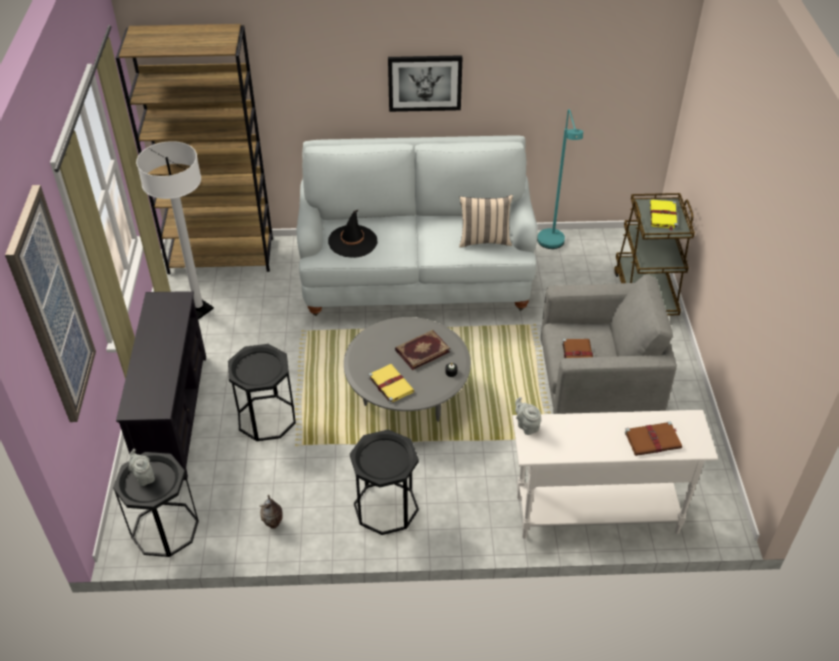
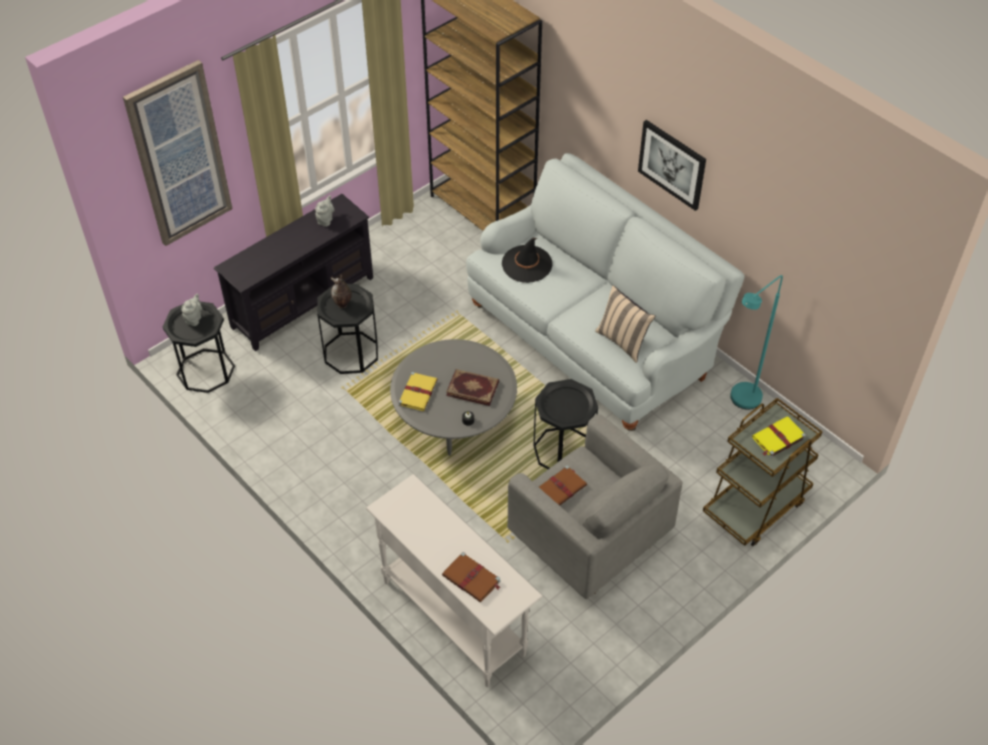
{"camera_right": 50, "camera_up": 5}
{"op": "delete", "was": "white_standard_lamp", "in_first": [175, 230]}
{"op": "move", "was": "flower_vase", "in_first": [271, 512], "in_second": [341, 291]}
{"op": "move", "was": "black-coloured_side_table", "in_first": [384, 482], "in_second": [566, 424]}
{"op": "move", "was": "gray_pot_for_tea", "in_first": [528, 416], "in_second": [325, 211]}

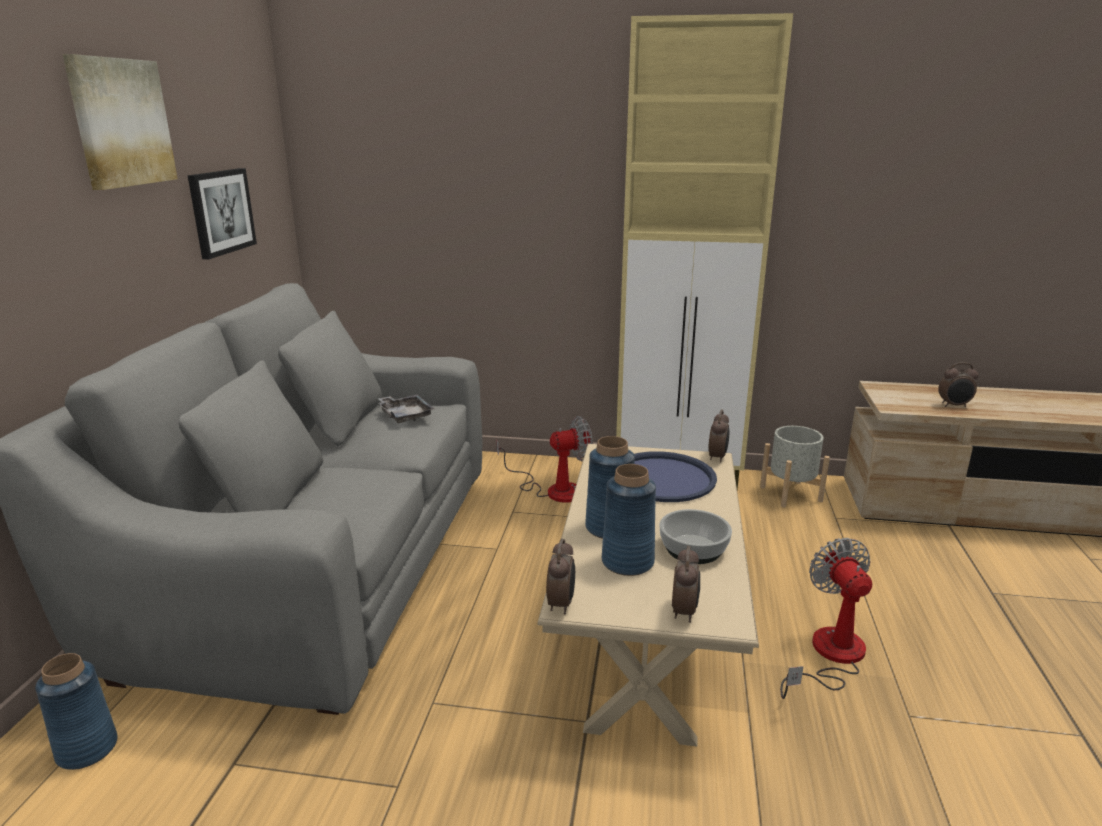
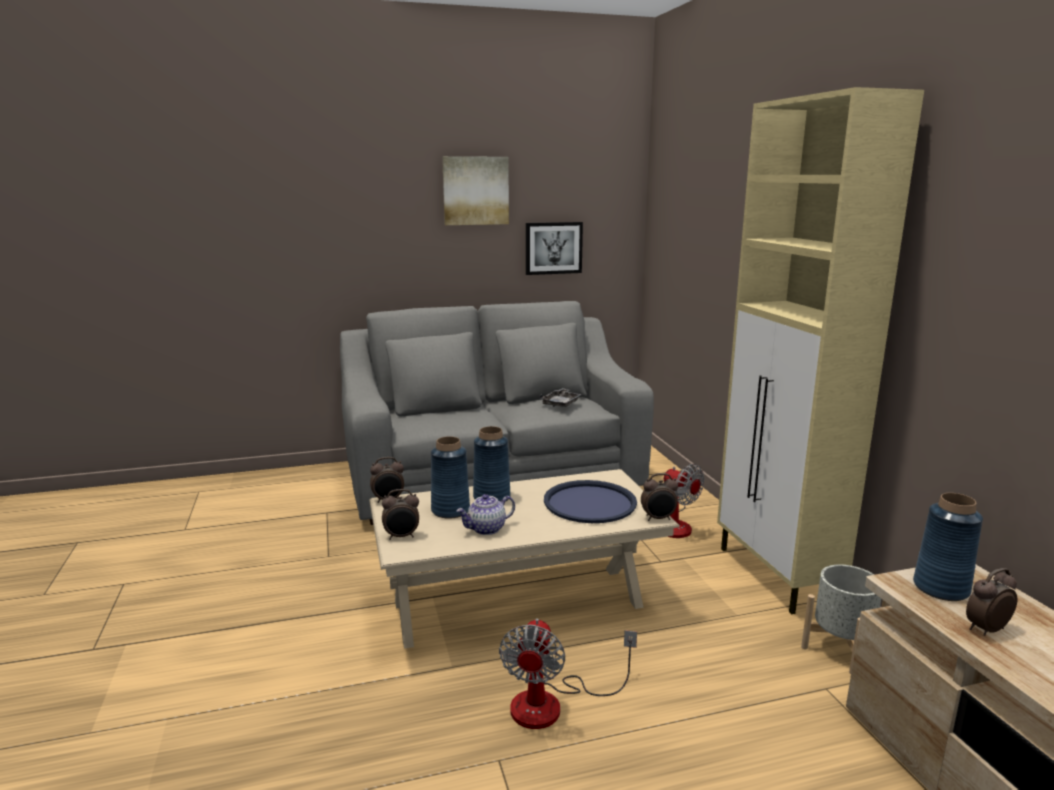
{"camera_right": 65, "camera_up": -5}
{"op": "move", "was": "bluish_flower_vase", "in_first": [76, 711], "in_second": [948, 547]}
{"op": "replace", "was": "bowl", "now": "pot_for_tea", "in_first": [695, 536], "in_second": [485, 514]}
{"op": "rotate", "was": "electric_fan", "in_first": [826, 618], "in_second": [568, 673], "clockwise": 135}
{"op": "rotate", "was": "table_clock", "in_first": [958, 385], "in_second": [991, 602], "clockwise": 90}

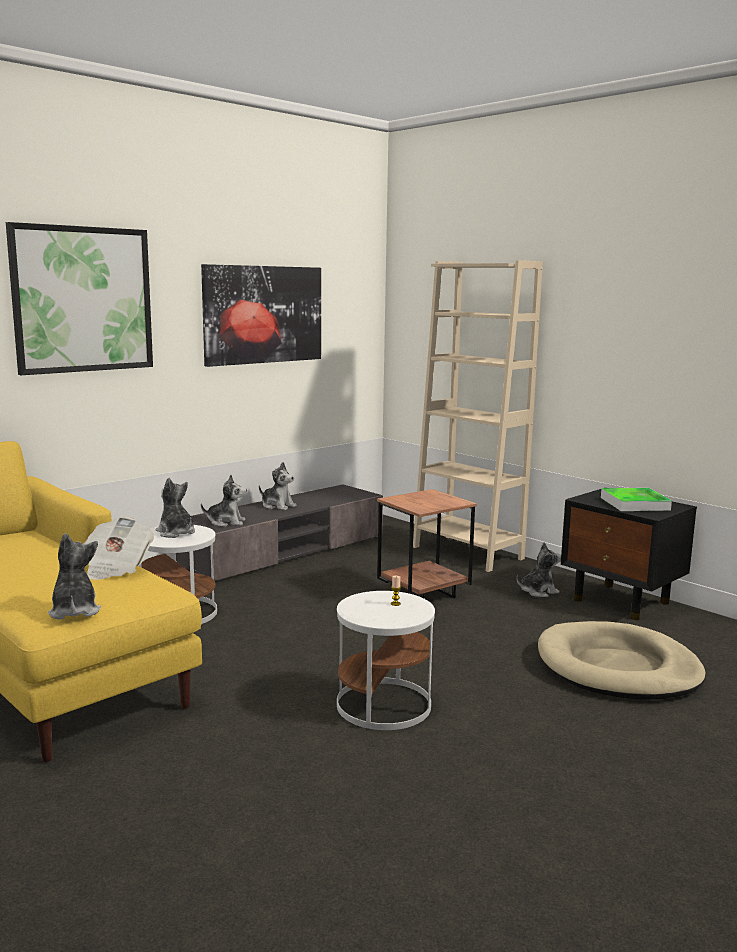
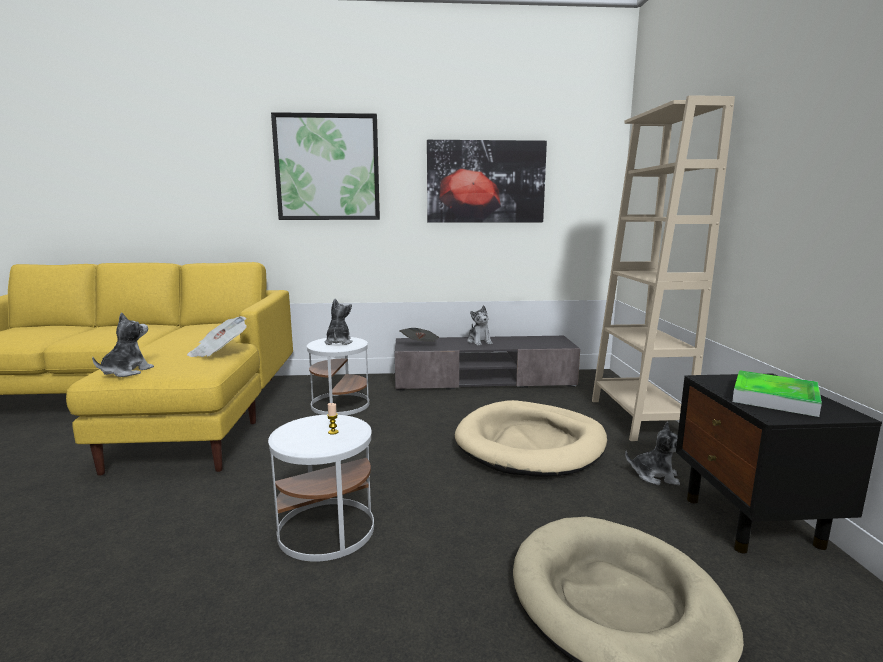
{"camera_right": 40, "camera_up": 0}
{"op": "replace", "was": "plush_toy", "now": "daily_paper", "in_first": [224, 501], "in_second": [419, 335]}
{"op": "replace", "was": "brown-coloured_side_table", "now": "sand-coloured_dog_bed", "in_first": [427, 544], "in_second": [531, 438]}

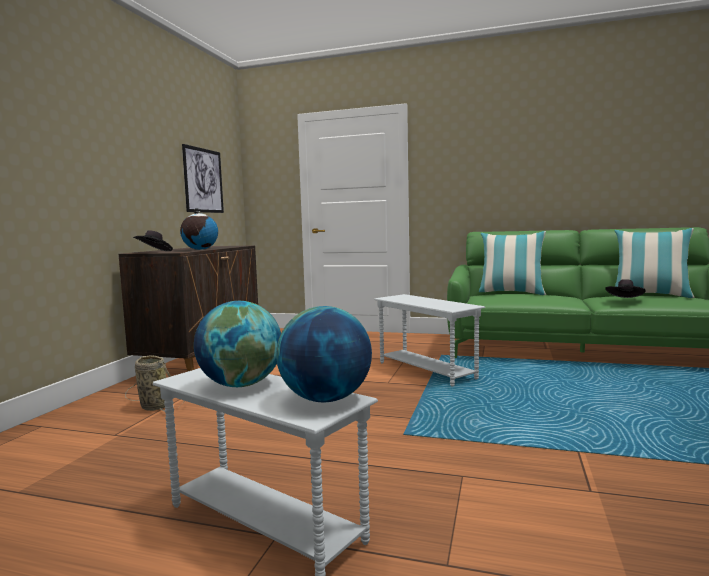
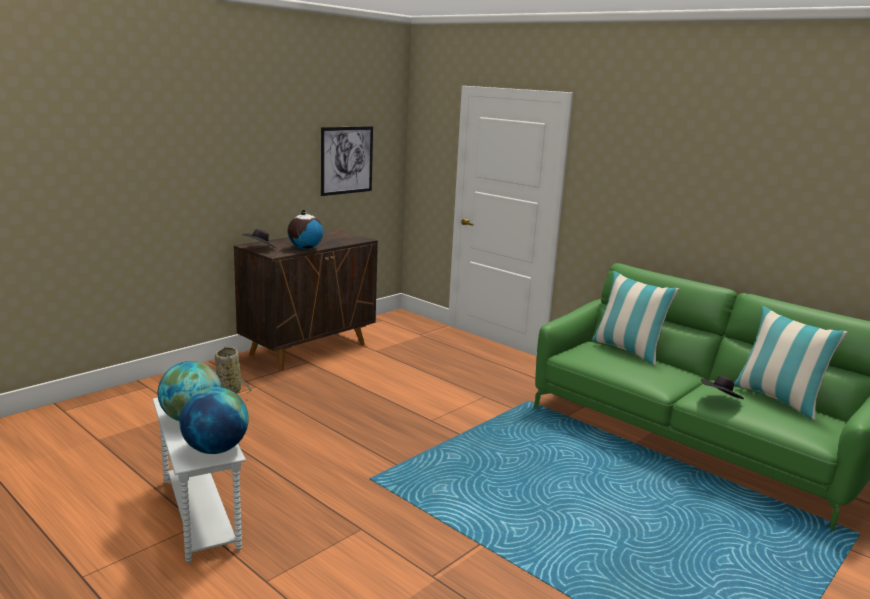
{"camera_right": 25, "camera_up": 10}
{"op": "delete", "was": "white_side_table", "in_first": [429, 340]}

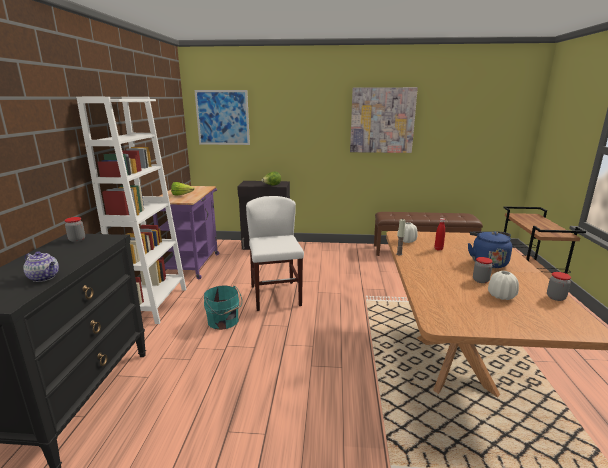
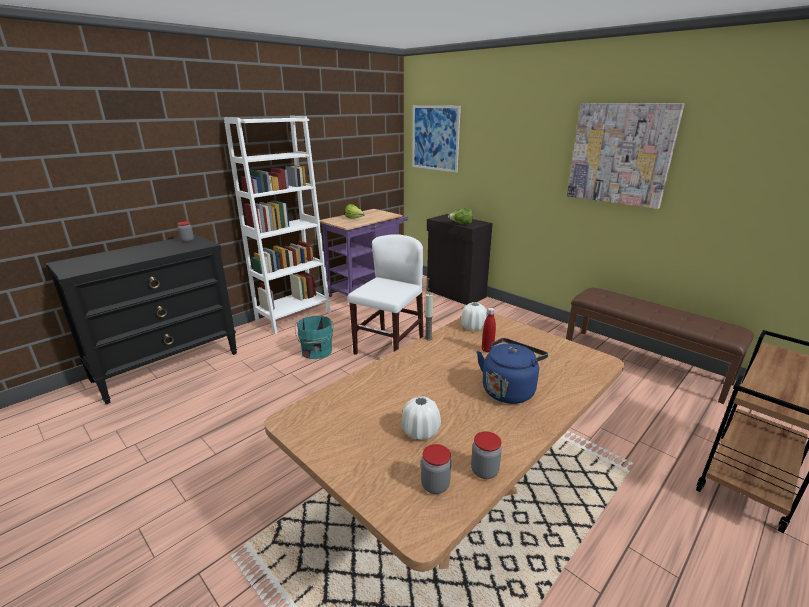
{"camera_right": 40, "camera_up": 5}
{"op": "delete", "was": "pot_for_tea", "in_first": [41, 266]}
{"op": "move", "was": "jar", "in_first": [483, 270], "in_second": [436, 469]}

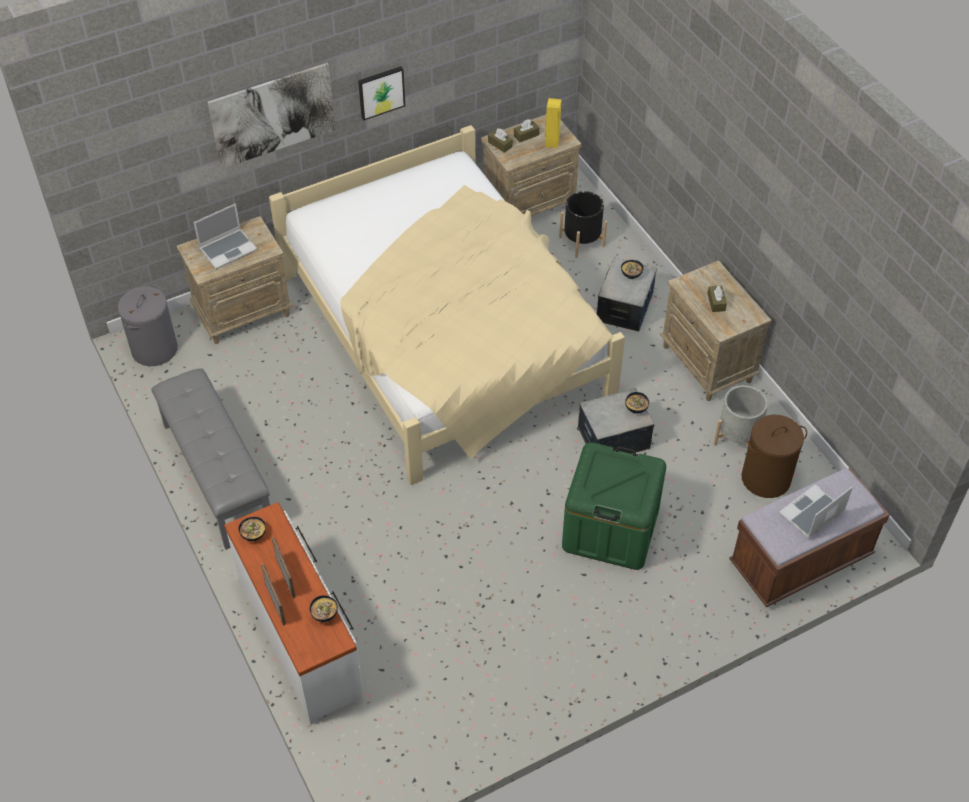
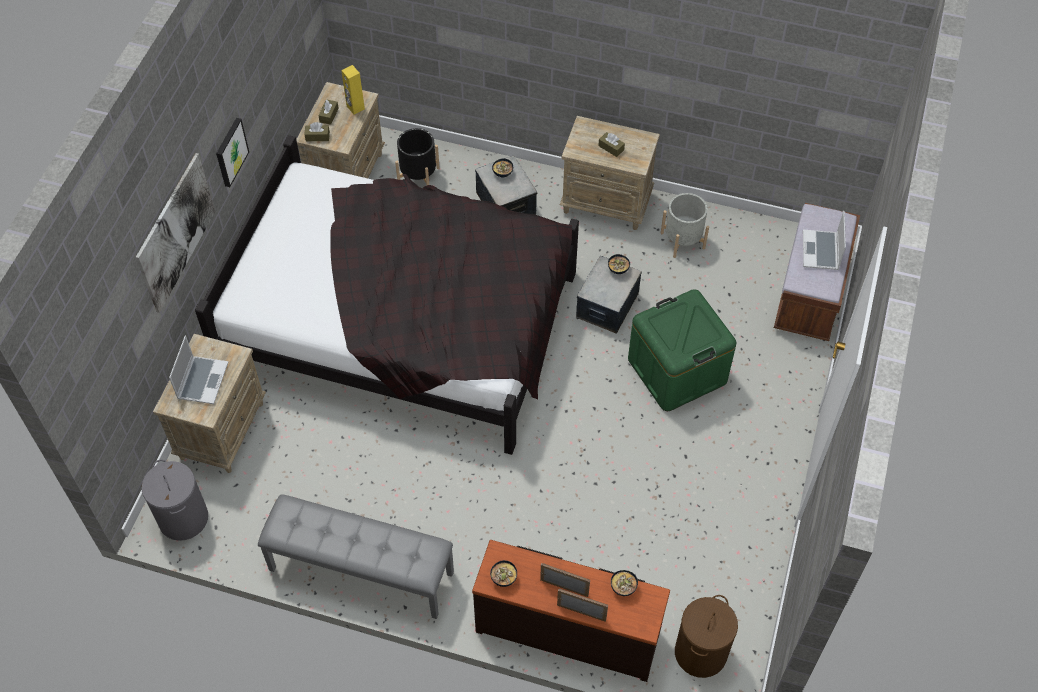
{"camera_right": -45, "camera_up": 5}
{"op": "recolor", "was": "white_dresser", "now": "brown-coloured_dresser", "in_first": [293, 613], "in_second": [571, 611]}
{"op": "recolor", "was": "sand-coloured_bedroom_bed", "now": "black-coloured_bedroom_bed", "in_first": [447, 305], "in_second": [387, 295]}
{"op": "move", "was": "brown-coloured_hamper", "in_first": [774, 456], "in_second": [706, 636]}

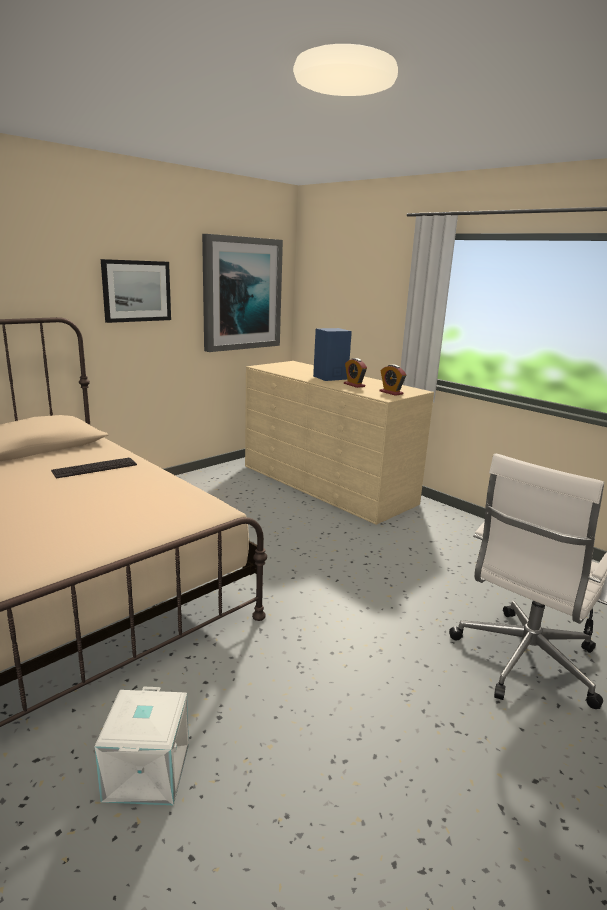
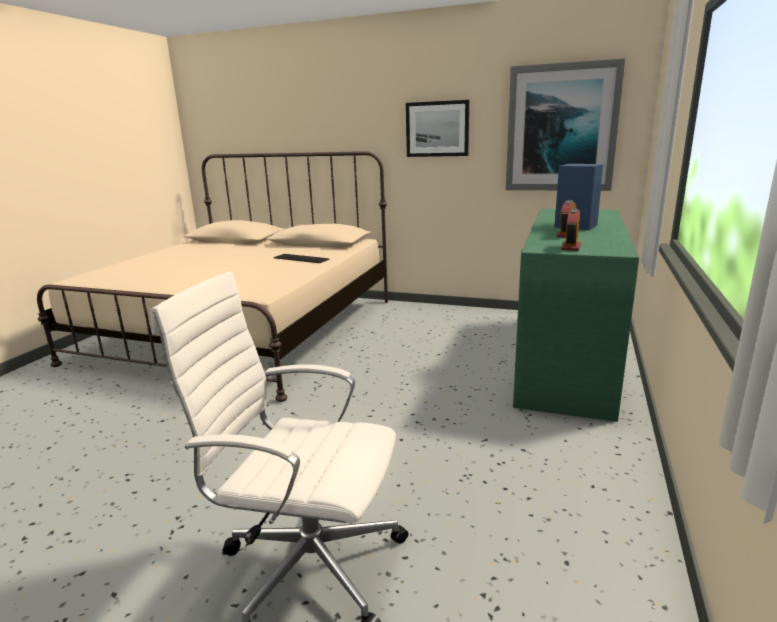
{"camera_right": 65, "camera_up": 0}
{"op": "delete", "was": "white_storage_bin", "in_first": [141, 746]}
{"op": "recolor", "was": "sand-coloured_dresser", "now": "greenish_dresser", "in_first": [339, 443], "in_second": [576, 315]}

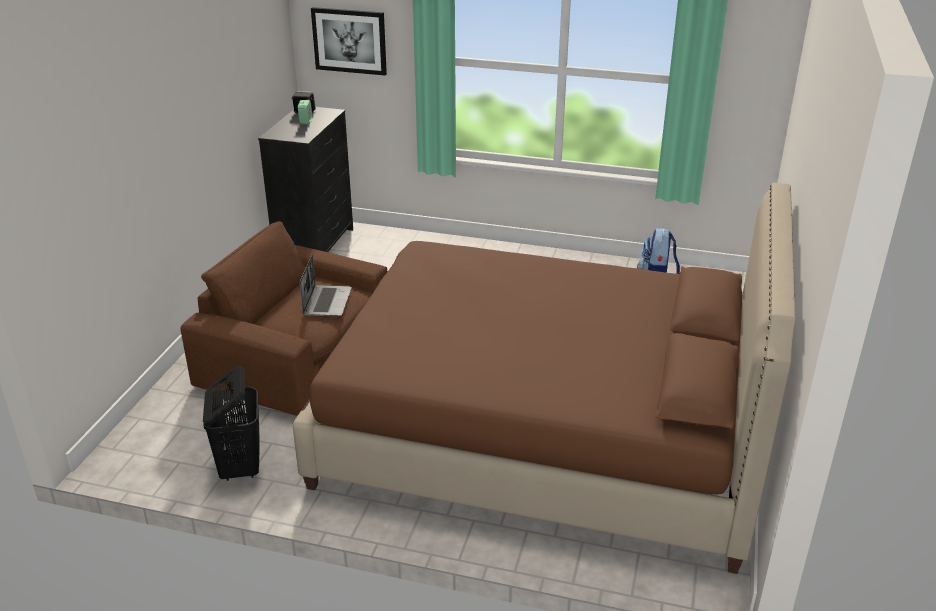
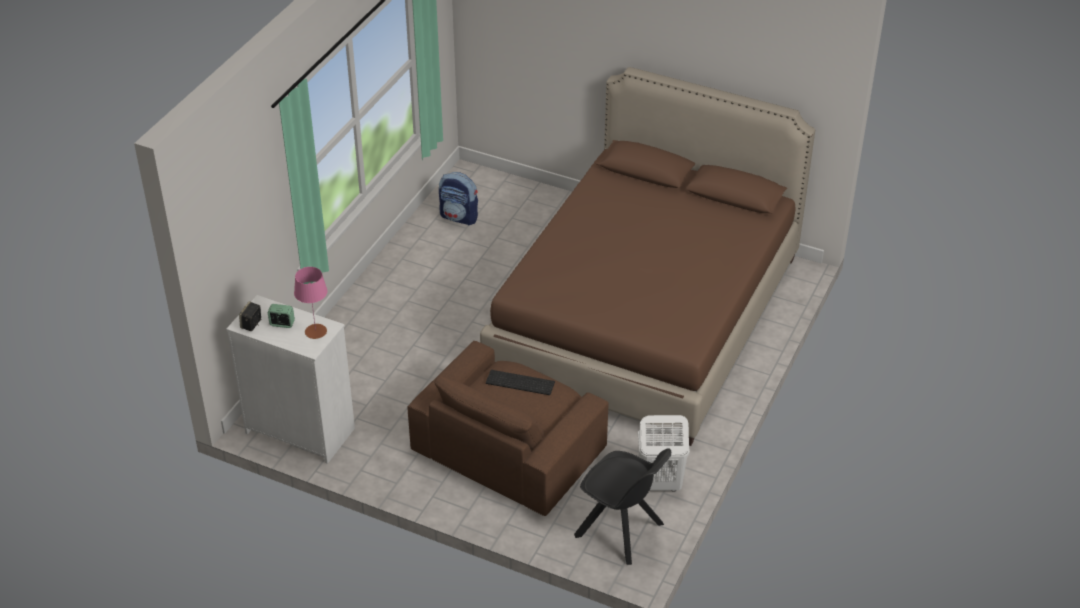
{"camera_right": -80, "camera_up": 10}
{"op": "recolor", "was": "black-coloured_hamper", "now": "white_hamper", "in_first": [231, 423], "in_second": [664, 453]}
{"op": "recolor", "was": "black-coloured_dresser", "now": "white_dresser", "in_first": [305, 179], "in_second": [290, 379]}
{"op": "replace", "was": "laptop", "now": "keyboard", "in_first": [326, 286], "in_second": [520, 382]}
{"op": "delete", "was": "wall_art", "in_first": [349, 41]}
{"op": "insert", "now": "pink-coloured_lamp_for_a_table", "in_second": [311, 303]}
{"op": "insert", "now": "black-coloured_plain_chair", "in_second": [622, 507]}

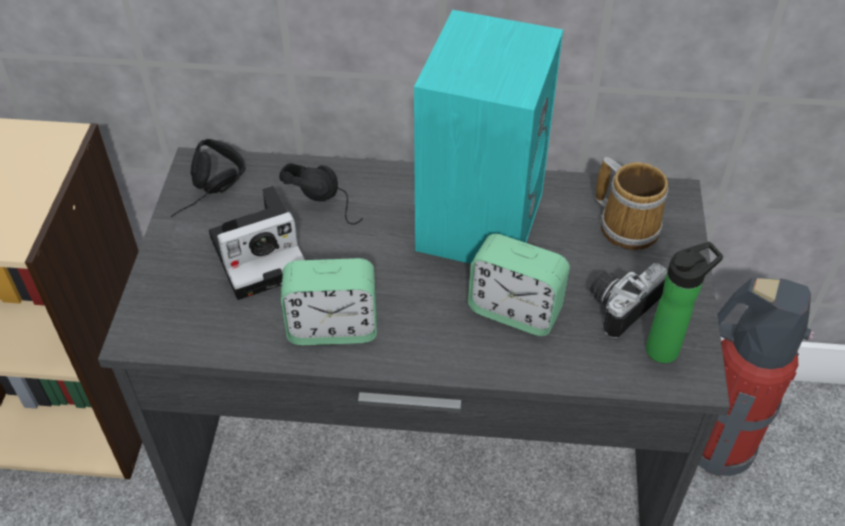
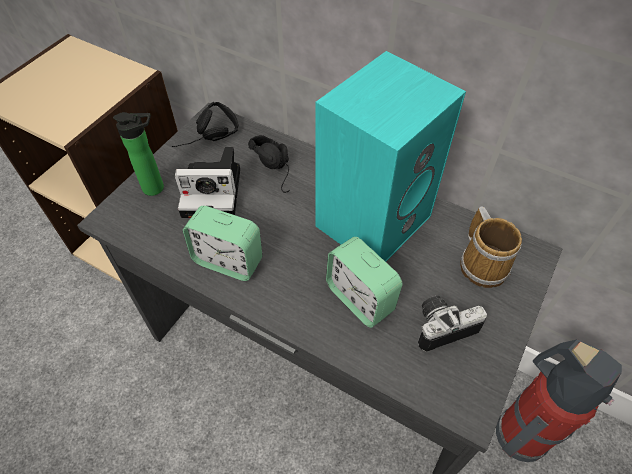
{"camera_right": 25, "camera_up": 5}
{"op": "move", "was": "bottle", "in_first": [684, 302], "in_second": [138, 154]}

